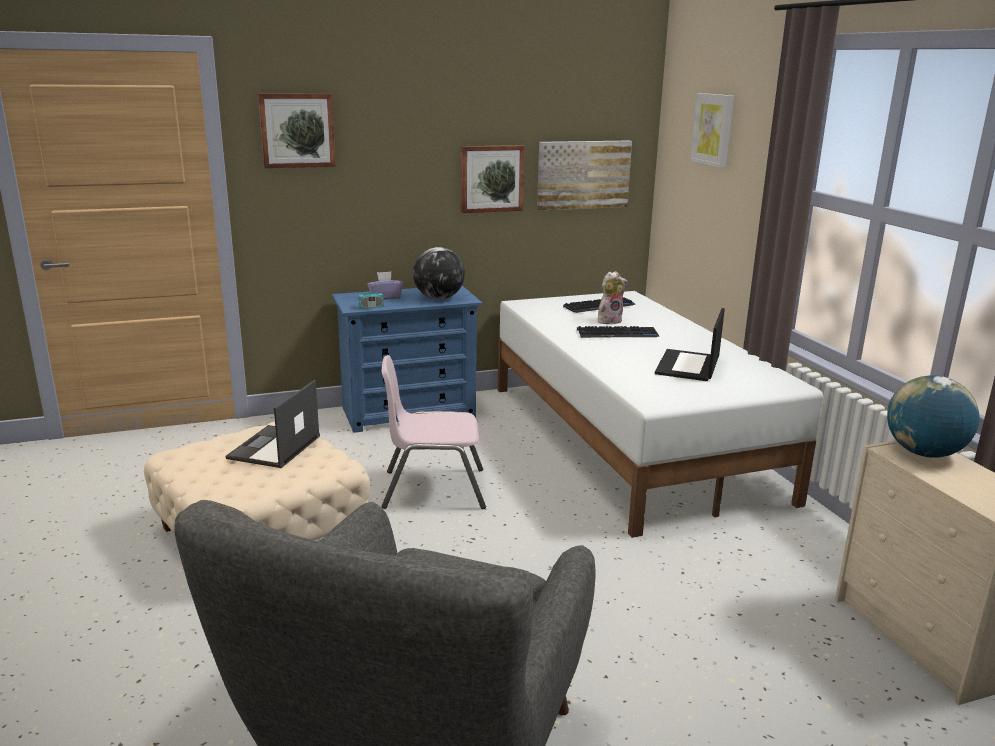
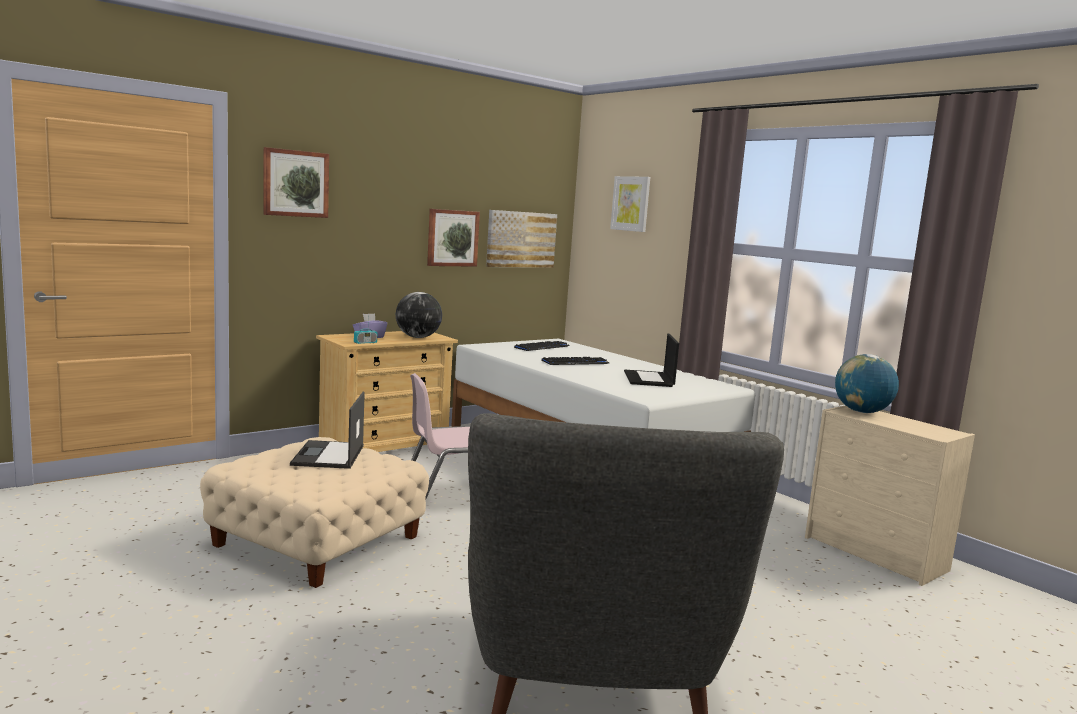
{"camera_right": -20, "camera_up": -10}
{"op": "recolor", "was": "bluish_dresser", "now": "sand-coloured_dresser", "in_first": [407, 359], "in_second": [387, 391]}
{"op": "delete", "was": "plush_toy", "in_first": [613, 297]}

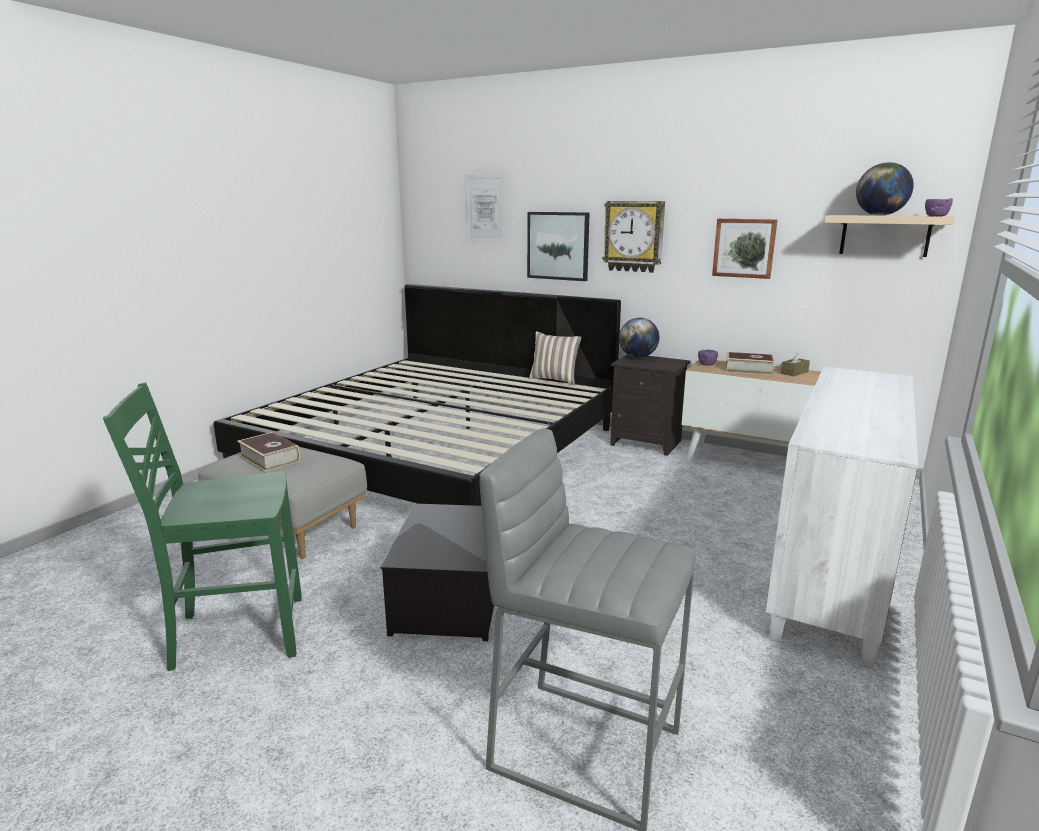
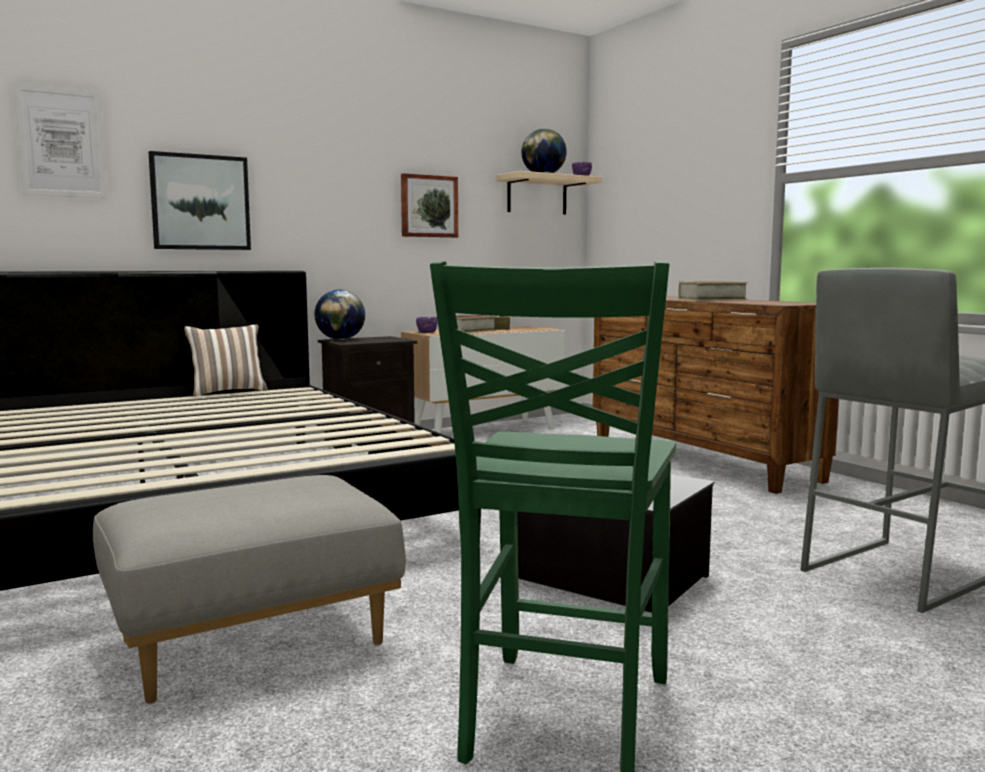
{"camera_right": -60, "camera_up": -10}
{"op": "move", "was": "bound_book", "in_first": [268, 452], "in_second": [713, 291]}
{"op": "delete", "was": "hanging_clock", "in_first": [633, 237]}
{"op": "recolor", "was": "white_dresser", "now": "brown-coloured_dresser", "in_first": [842, 518], "in_second": [716, 395]}

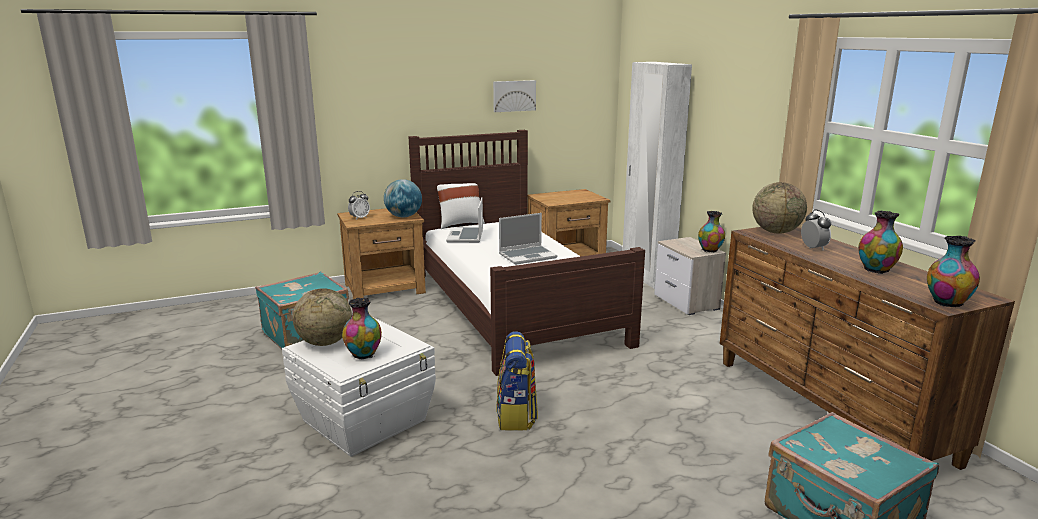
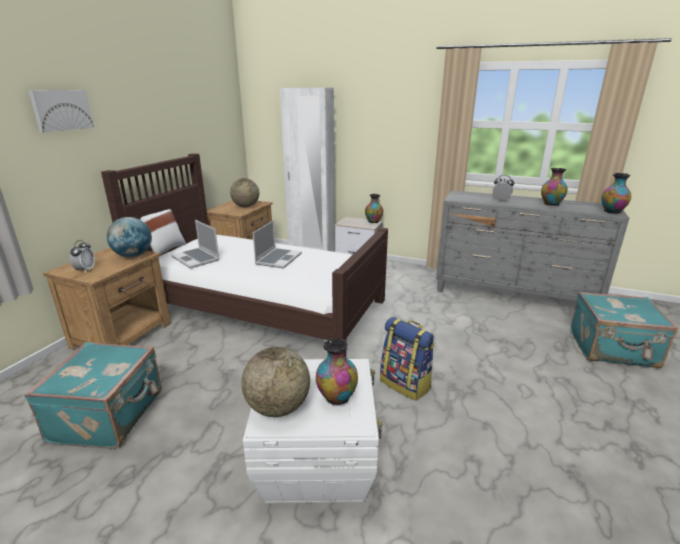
{"camera_right": -45, "camera_up": 5}
{"op": "move", "was": "wall_art", "in_first": [514, 96], "in_second": [61, 111]}
{"op": "recolor", "was": "brown-coloured_dresser", "now": "gray_dresser", "in_first": [867, 348], "in_second": [532, 245]}
{"op": "move", "was": "globe", "in_first": [779, 208], "in_second": [244, 192]}

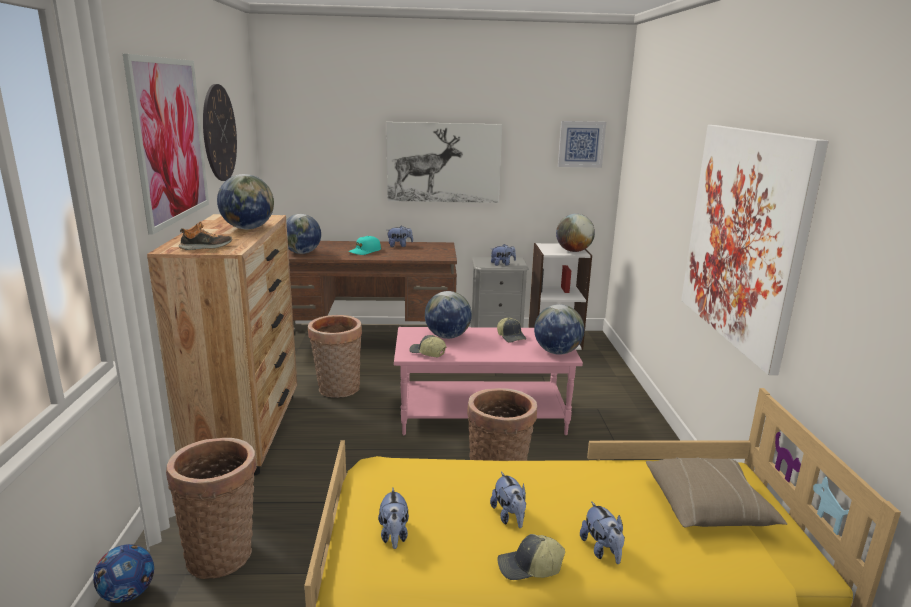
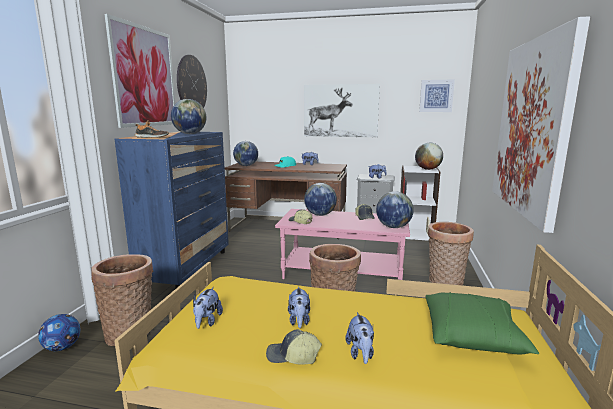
{"camera_right": 15, "camera_up": -5}
{"op": "recolor", "was": "brown-coloured_dresser", "now": "bluish_dresser", "in_first": [222, 344], "in_second": [172, 210]}
{"op": "move", "was": "storage_basket", "in_first": [335, 356], "in_second": [451, 253]}
{"op": "recolor", "was": "sand-coloured_throw_pillow", "now": "greenish_throw_pillow", "in_first": [716, 492], "in_second": [483, 323]}

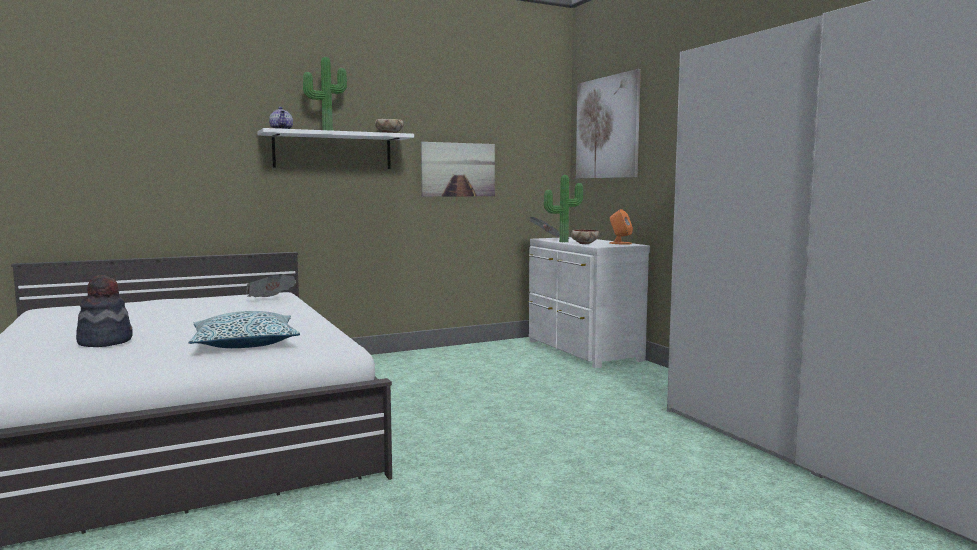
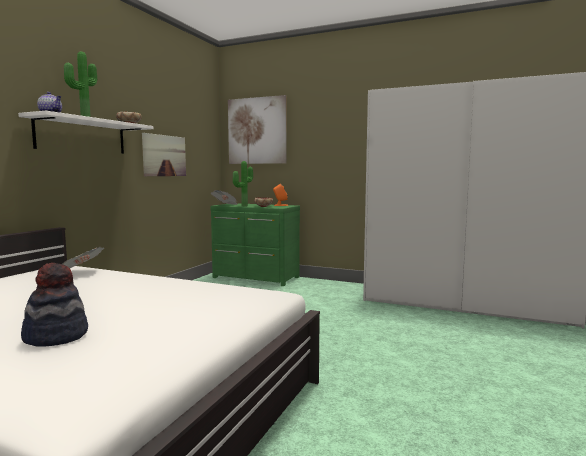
{"camera_right": -40, "camera_up": 0}
{"op": "delete", "was": "throw_pillow", "in_first": [244, 329]}
{"op": "recolor", "was": "white_dresser", "now": "greenish_dresser", "in_first": [589, 302], "in_second": [255, 244]}

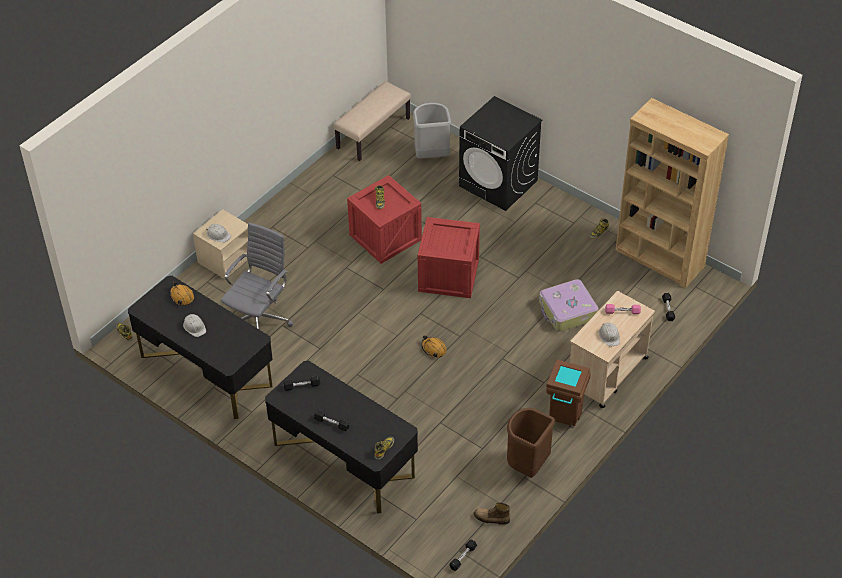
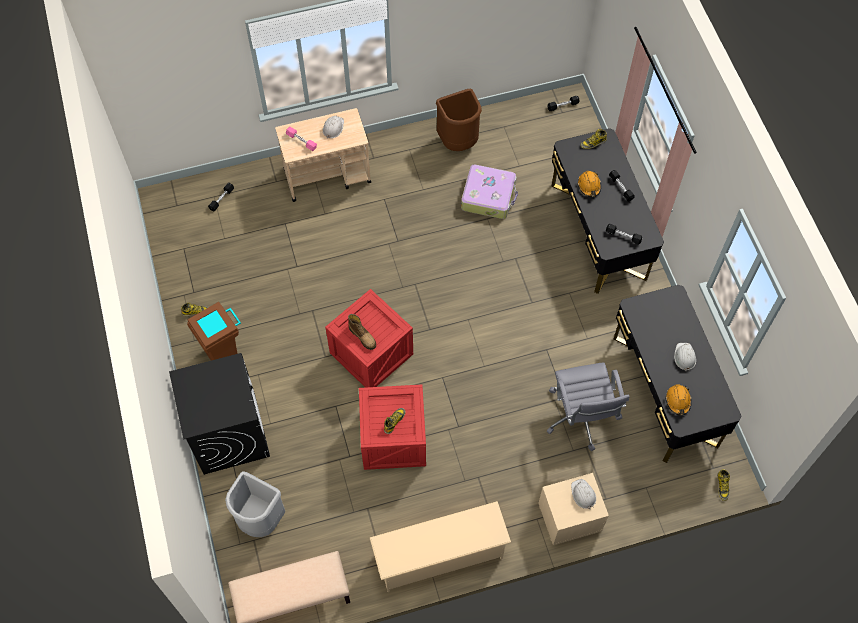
{"camera_right": -145, "camera_up": 15}
{"op": "rotate", "was": "gray_computer_chair", "in_first": [257, 276], "in_second": [588, 406], "clockwise": -75}
{"op": "move", "was": "orange_safety_helmet", "in_first": [434, 346], "in_second": [589, 184]}
{"op": "move", "was": "boot", "in_first": [491, 513], "in_second": [362, 332]}
{"op": "move", "was": "travel_case", "in_first": [568, 305], "in_second": [489, 191]}
{"op": "move", "was": "brown-coloured_trash_can", "in_first": [568, 393], "in_second": [214, 331]}
{"op": "delete", "was": "brown-coloured_bookcase", "in_first": [672, 193]}
{"op": "insert", "now": "sand-coloured_shoe_rack", "in_second": [440, 546]}

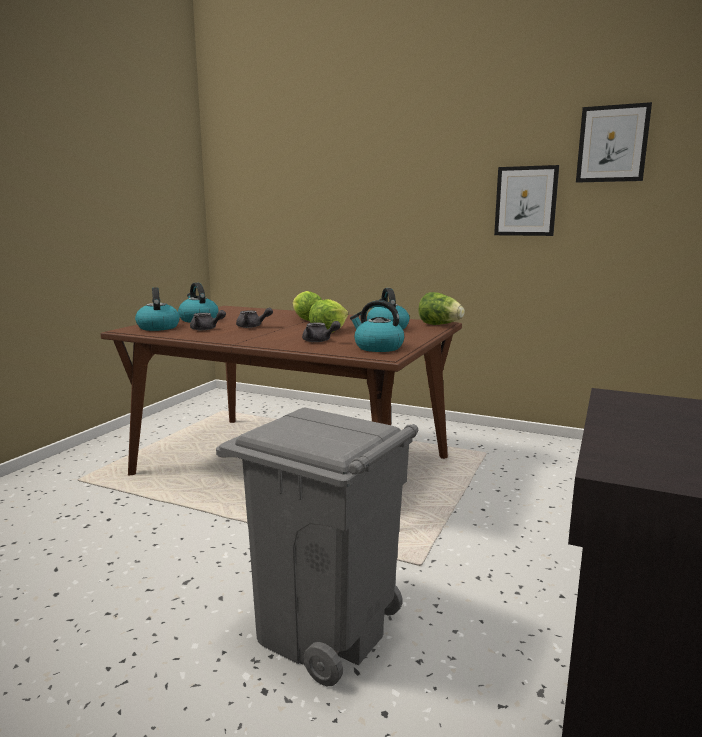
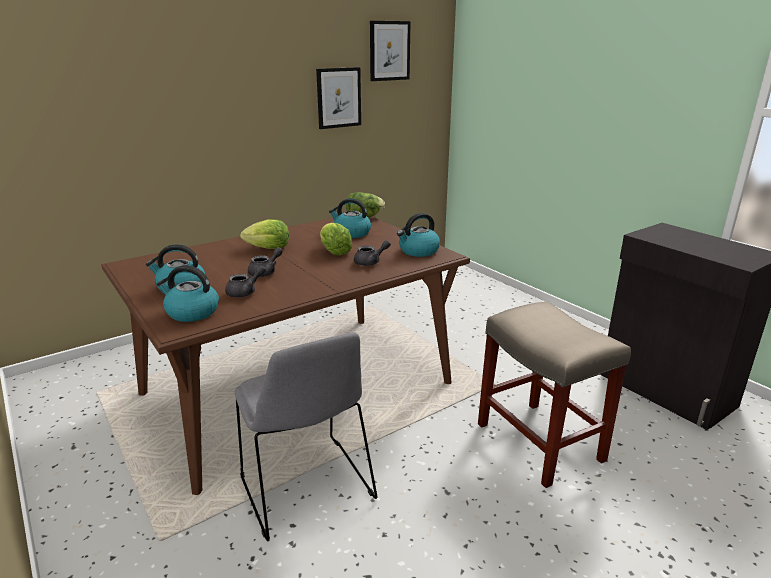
{"camera_right": -60, "camera_up": 10}
{"op": "replace", "was": "gray_trash_can", "now": "sand-coloured_stool", "in_first": [317, 547], "in_second": [554, 395]}
{"op": "insert", "now": "gray_plain_chair", "in_second": [306, 437]}

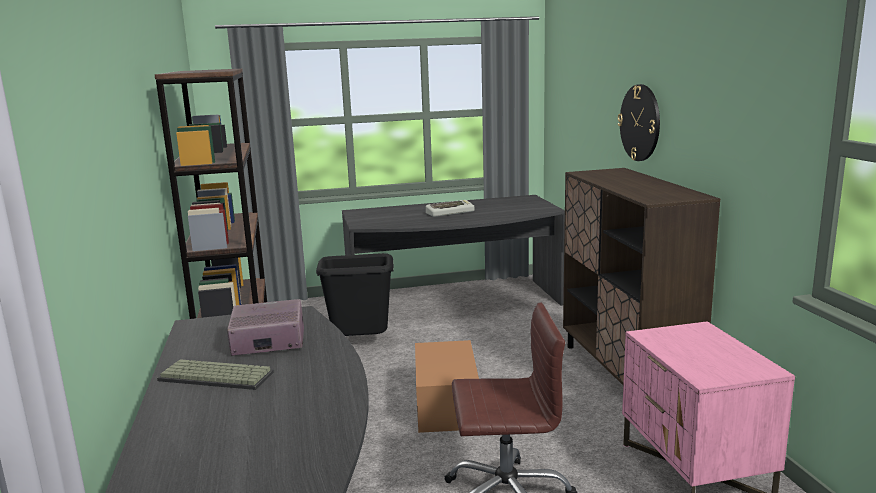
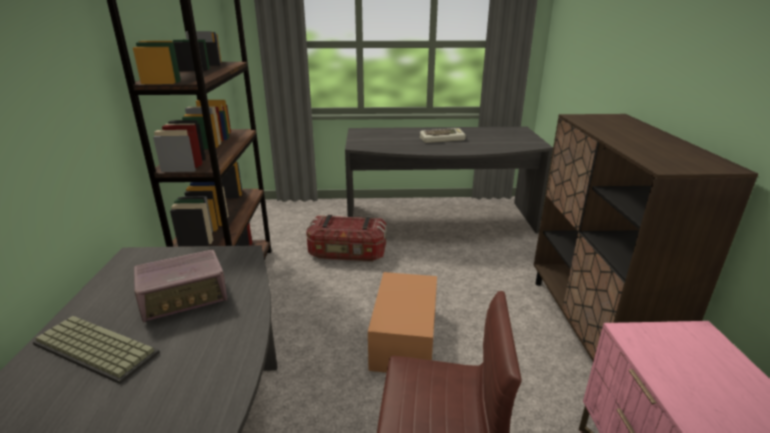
{"camera_right": 10, "camera_up": 10}
{"op": "rotate", "was": "radio_set", "in_first": [265, 327], "in_second": [180, 286], "clockwise": 150}
{"op": "replace", "was": "black-coloured_trash_can", "now": "storage_bin", "in_first": [355, 294], "in_second": [346, 238]}
{"op": "delete", "was": "hanging_clock", "in_first": [639, 122]}

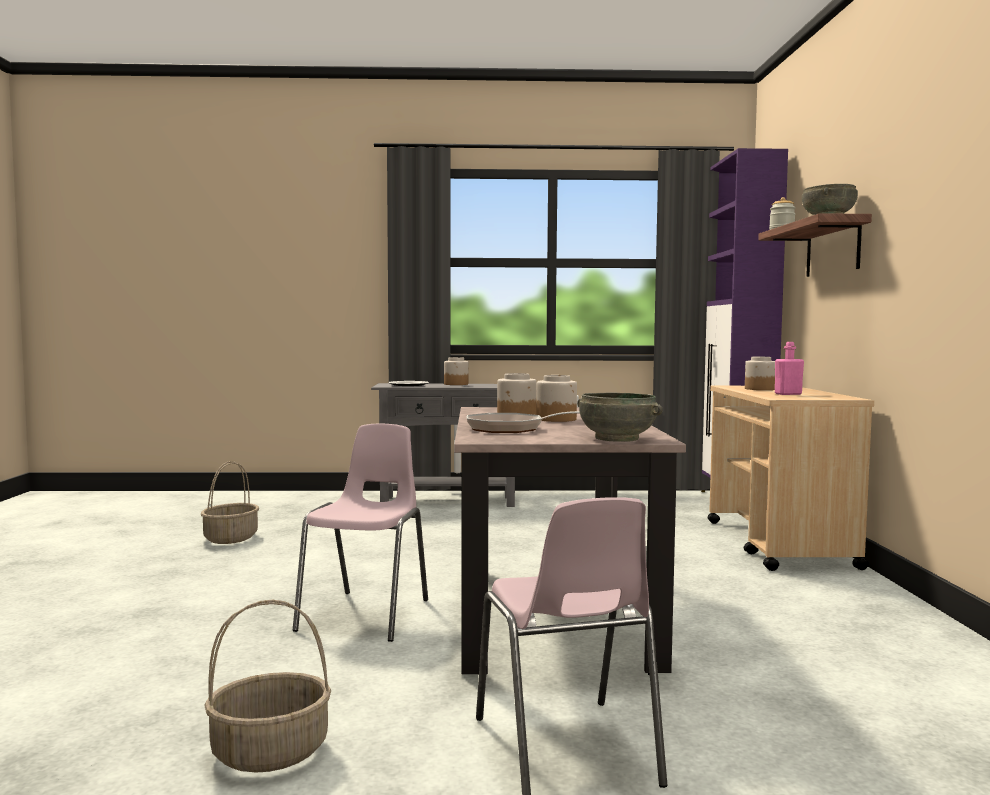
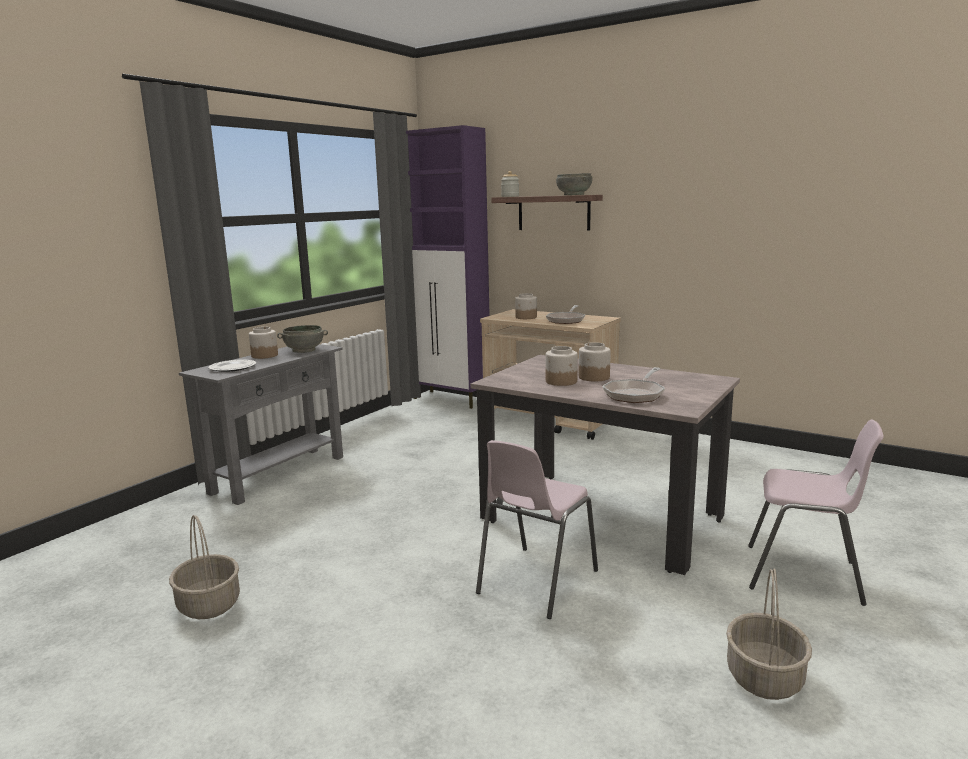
{"camera_right": -55, "camera_up": 10}
{"op": "rotate", "was": "pink-coloured_plain_chair", "in_first": [360, 533], "in_second": [537, 529], "clockwise": -105}
{"op": "move", "was": "gray_bowl", "in_first": [620, 417], "in_second": [302, 339]}
{"op": "replace", "was": "pink-coloured_bottle", "now": "pan", "in_first": [789, 368], "in_second": [565, 314]}

